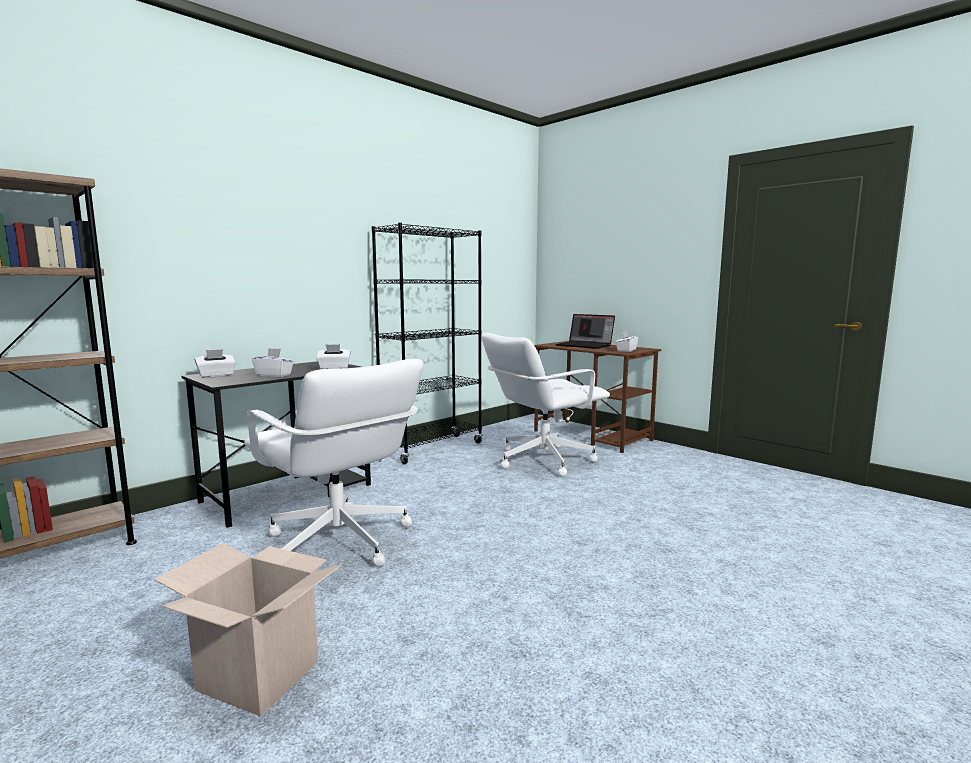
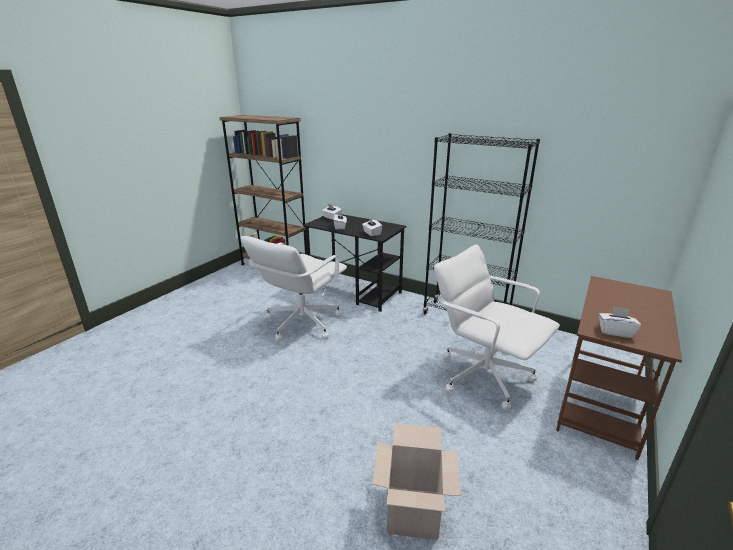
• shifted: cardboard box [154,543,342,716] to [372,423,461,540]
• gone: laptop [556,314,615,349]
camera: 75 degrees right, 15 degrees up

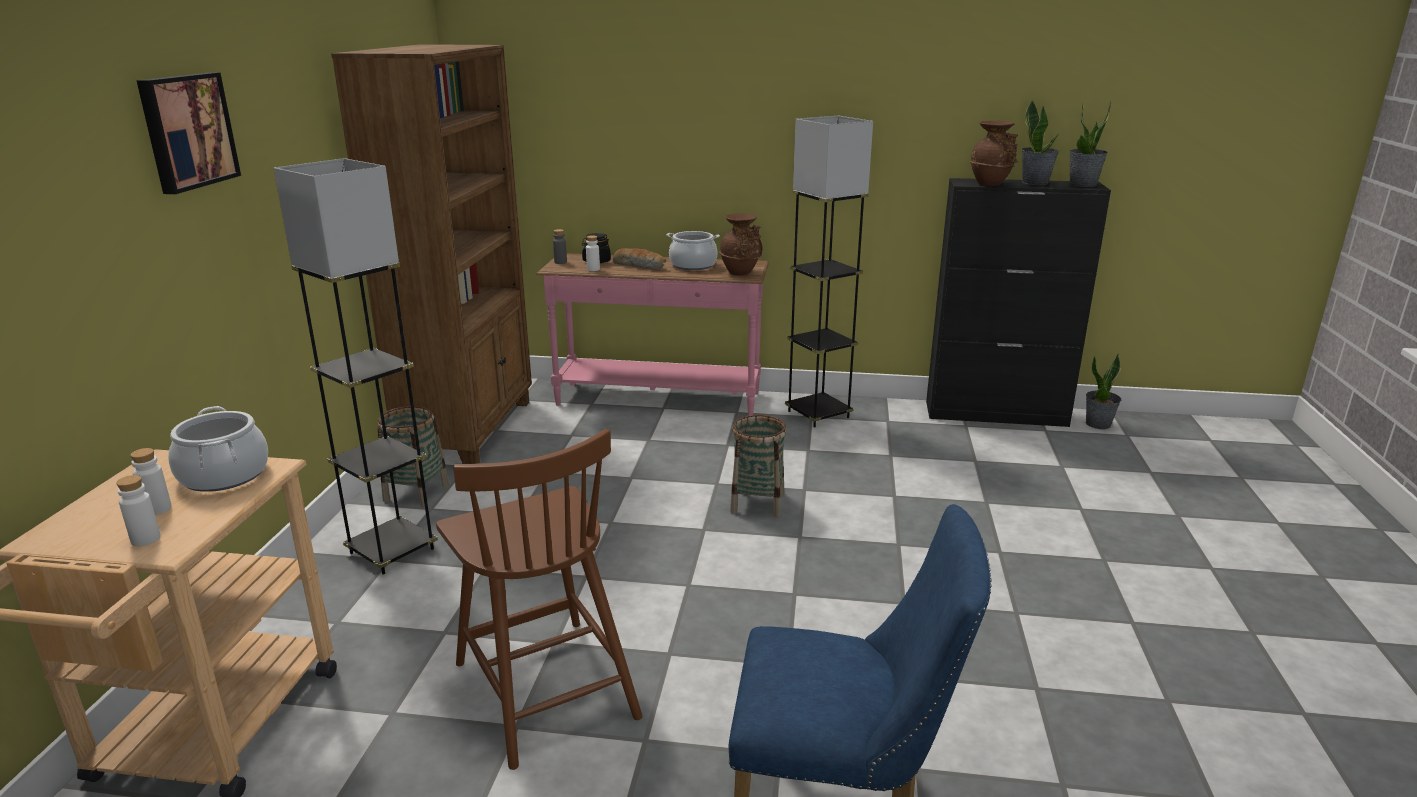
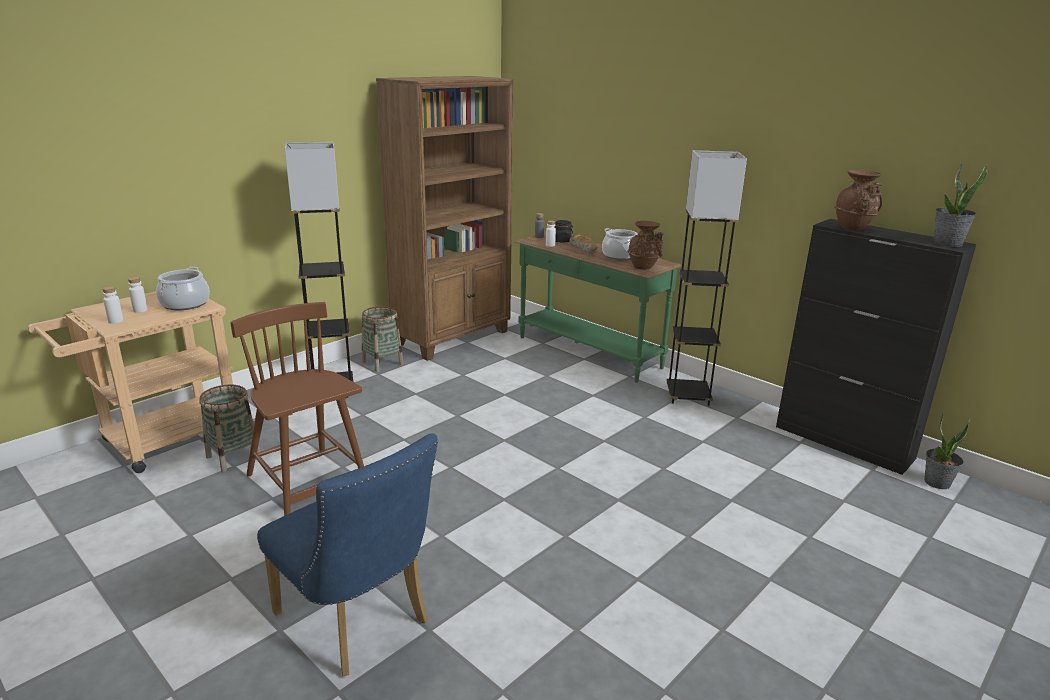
• shifted: household basket [730,414,787,517] to [199,385,261,472]
• rotated: brown-coloured upright chair [436,429,642,770] = [231,302,364,516] 135 degrees clockwise
• repainted: pinkish narrow table [536,253,769,415] to greenish narrow table [514,233,682,383]
• gone: picture [136,72,241,194]
• gone: houseplant [1022,100,1059,185]
camera: 35 degrees right, 0 degrees up

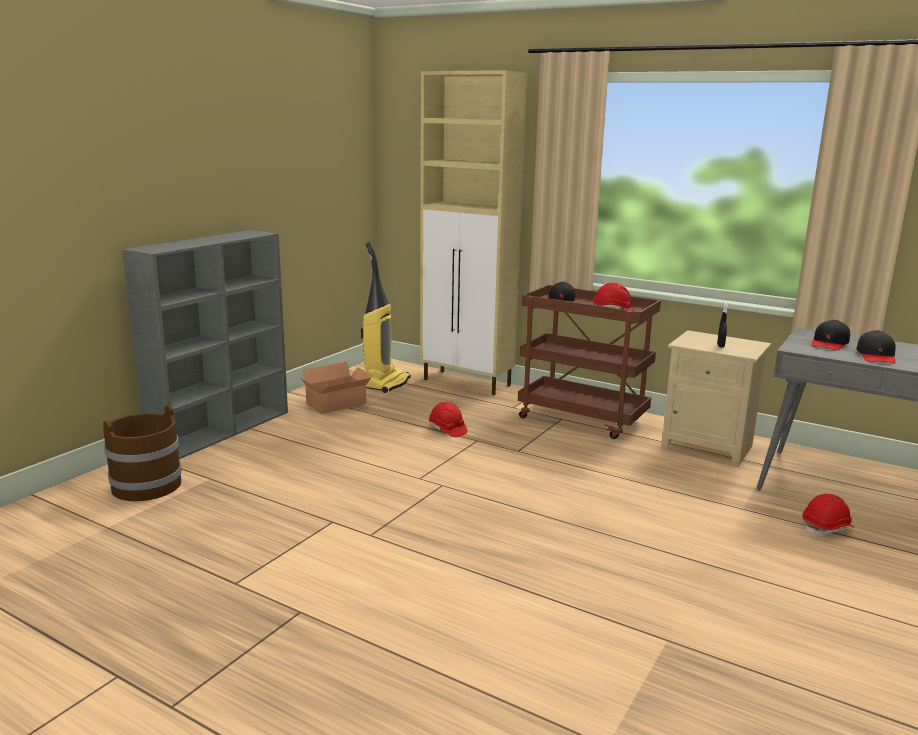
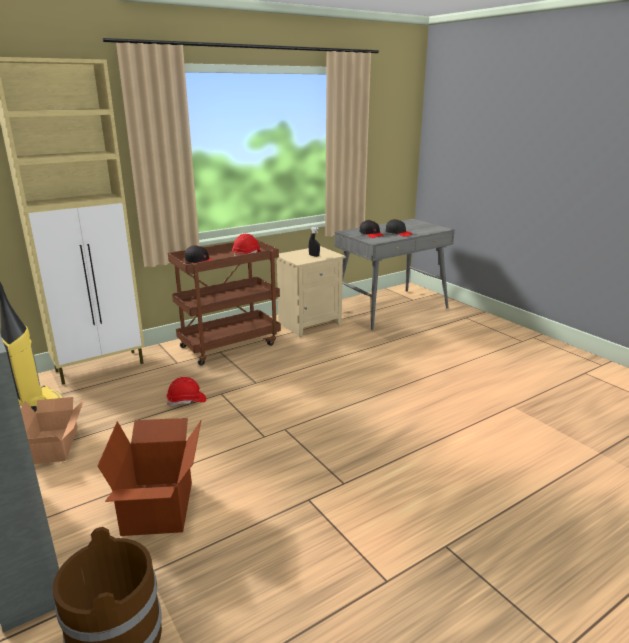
• new: cardboard box [97,418,201,536]
• gone: reddish safety helmet [802,494,853,536]
camera: 65 degrees left, 5 degrees up

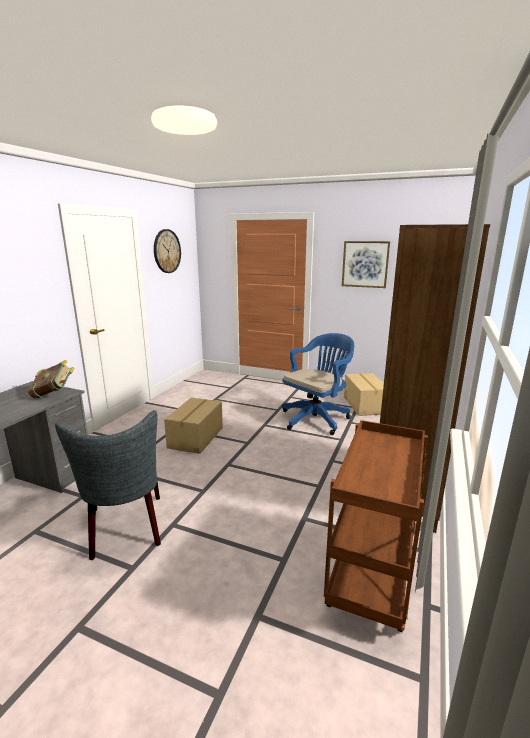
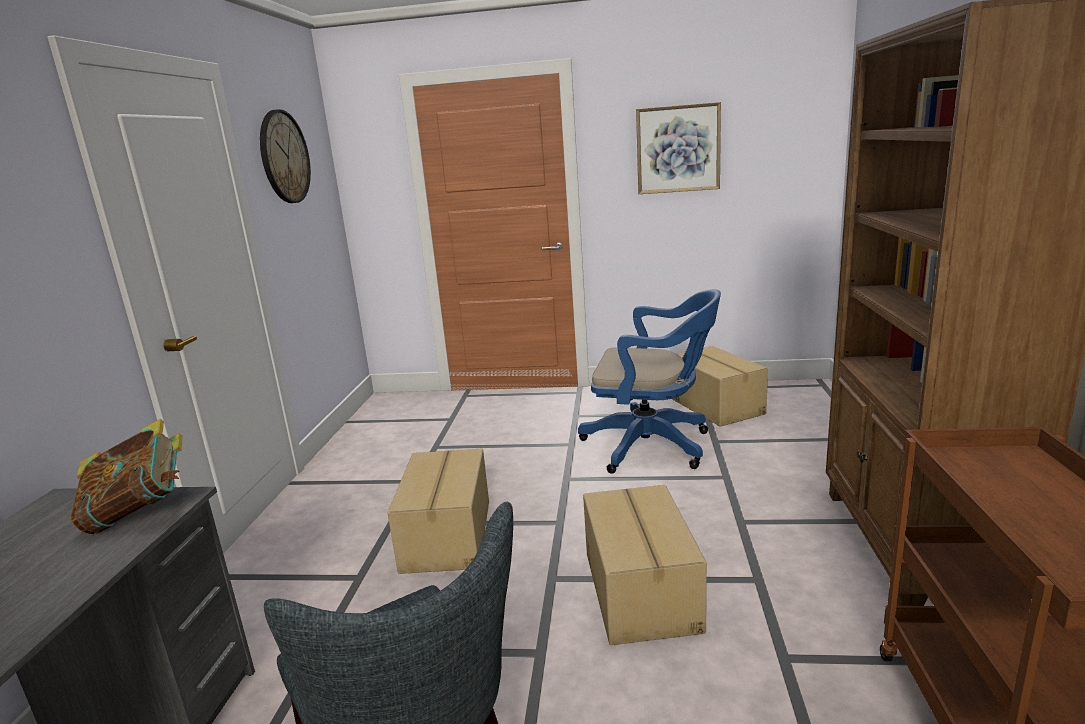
• rotated: blue-coloured desk chair [282,333,354,435] = [578,289,721,474] 75 degrees clockwise
• new: cardboard box [583,485,707,645]
camera: 15 degrees left, 0 degrees up

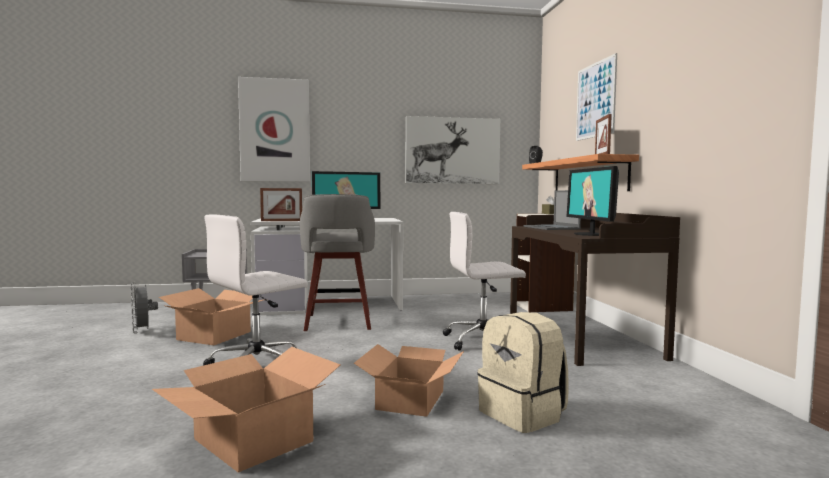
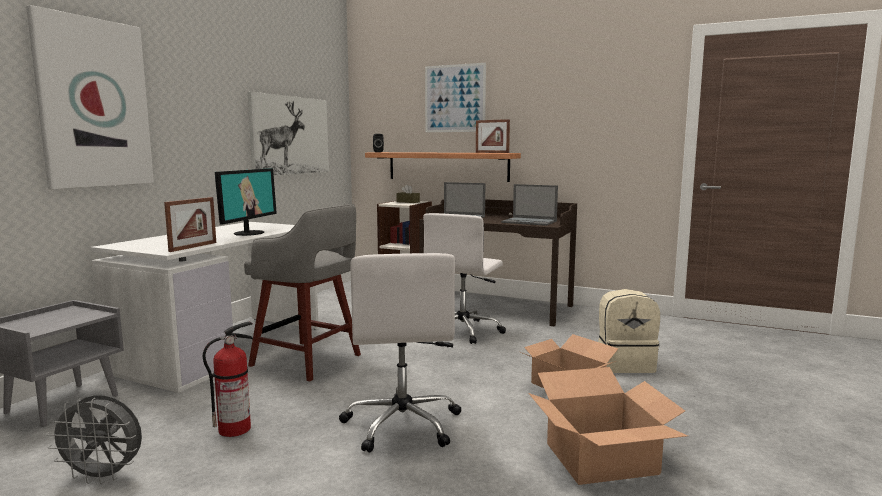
• swapped: cardboard box [159,288,263,345] to fire-fighting cylinder [203,322,253,437]
• swapped: computer display [566,166,619,236] to laptop [501,184,558,226]
camera: 55 degrees left, 5 degrees up

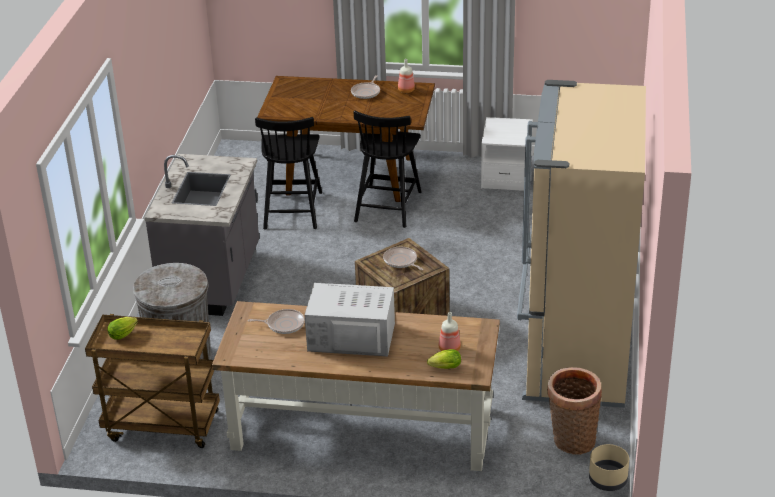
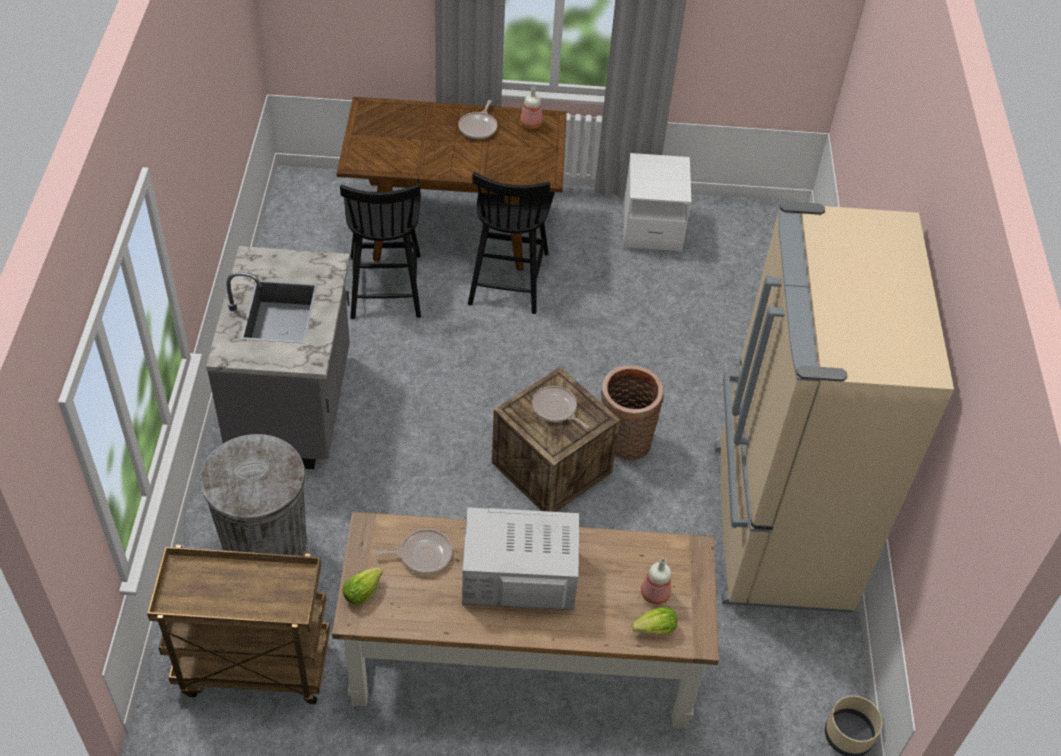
• shifted: lettuce head [108,317,138,340] to [343,567,382,605]
• shifted: household basket [547,367,602,455] to [600,365,664,460]
camera: 10 degrees left, 15 degrees up

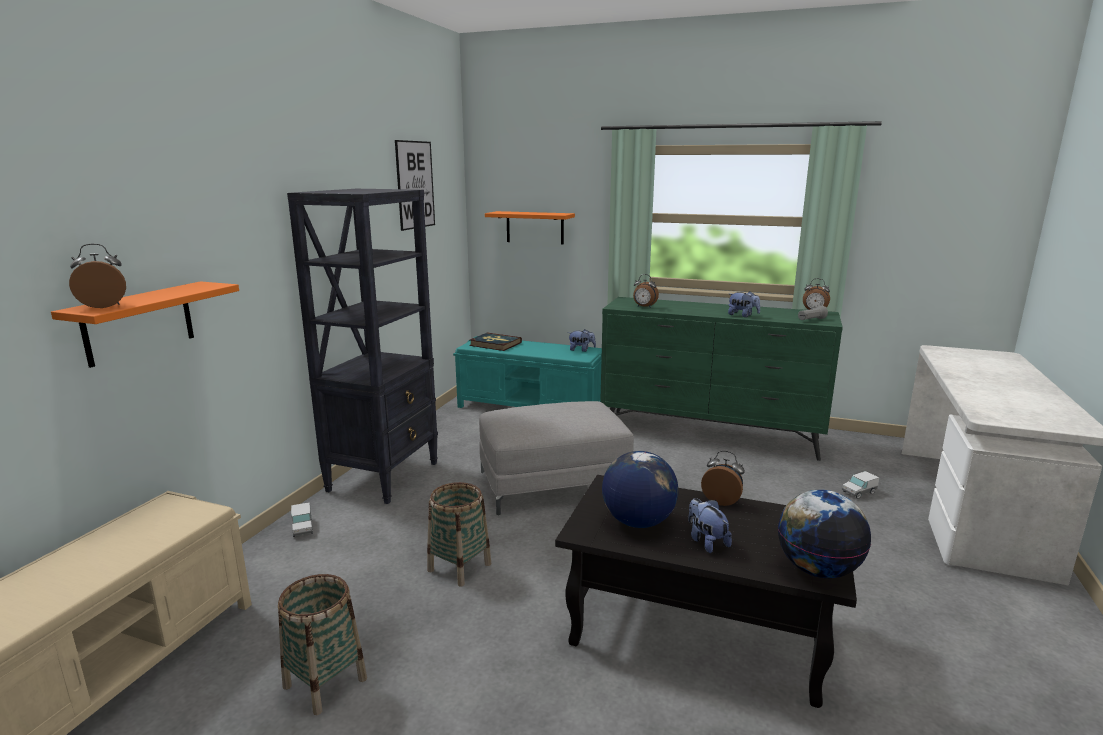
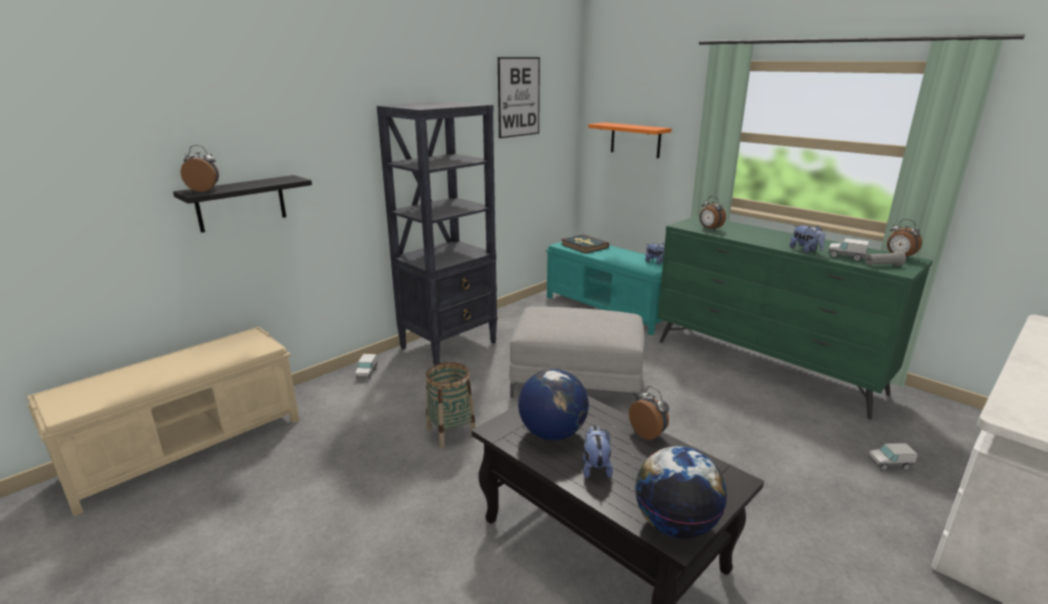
• repainted: orange wall shelf [51,281,239,368] to black-coloured wall shelf [173,175,312,233]
• new: toy truck [828,238,869,261]
• gone: household basket [278,574,367,715]
camera: 25 degrees right, 5 degrees up

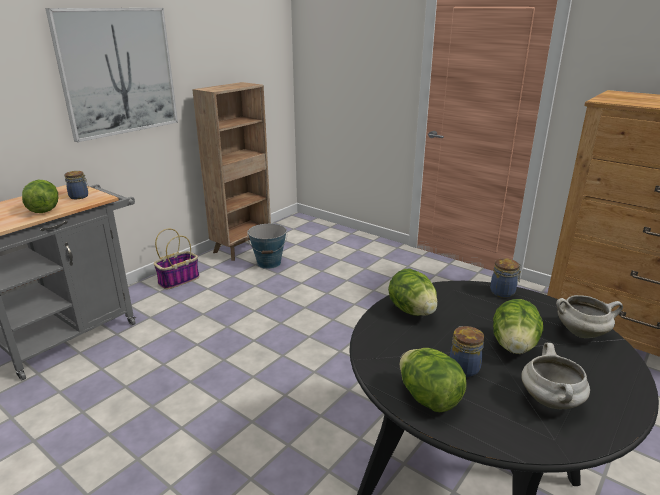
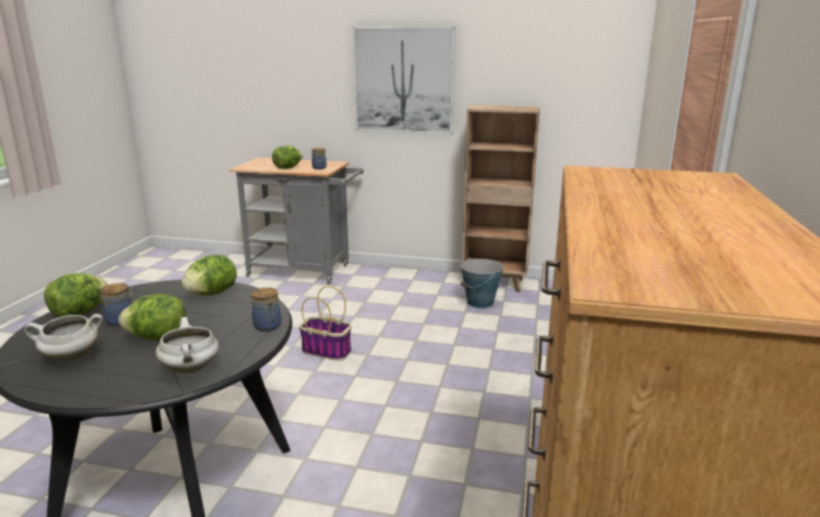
• shifted: household basket [154,229,199,289] to [299,286,352,361]
camera: 65 degrees right, 5 degrees down

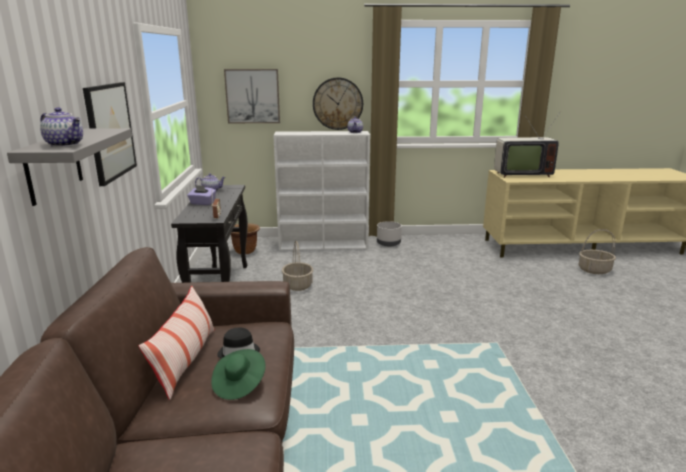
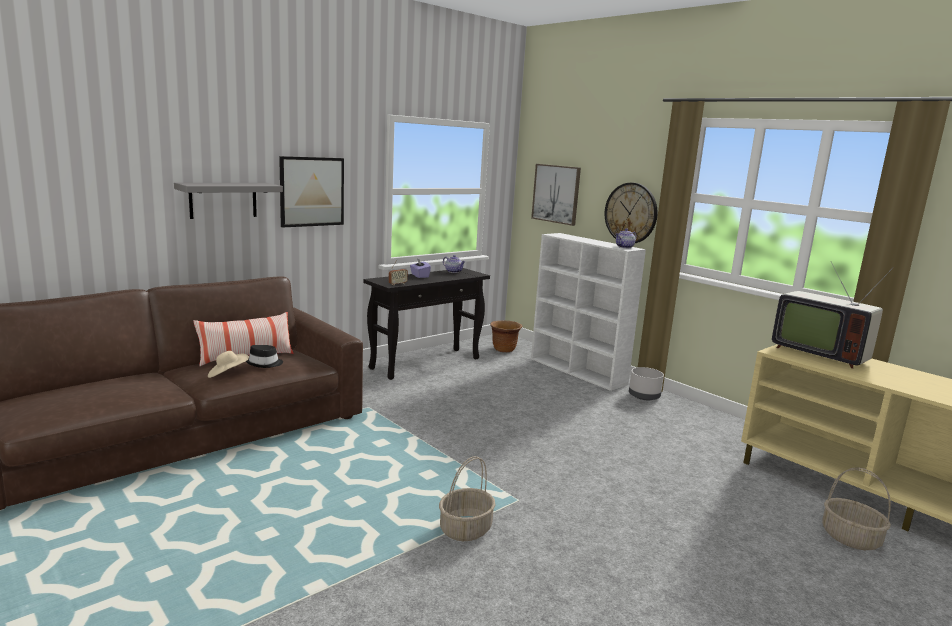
• repainted: greenish hat [211,349,266,400] to sand-coloured hat [208,351,249,378]
• shifted: household basket [282,241,313,291] to [439,456,495,541]
• gone: tea pot [40,107,83,147]
camera: 50 degrees right, 5 degrees down

